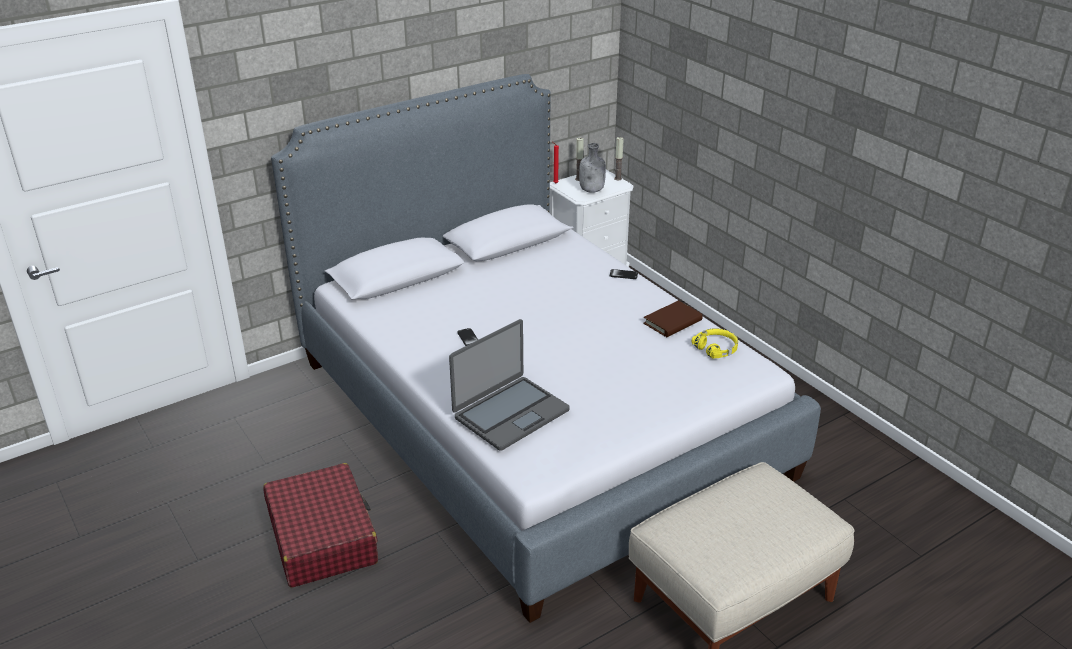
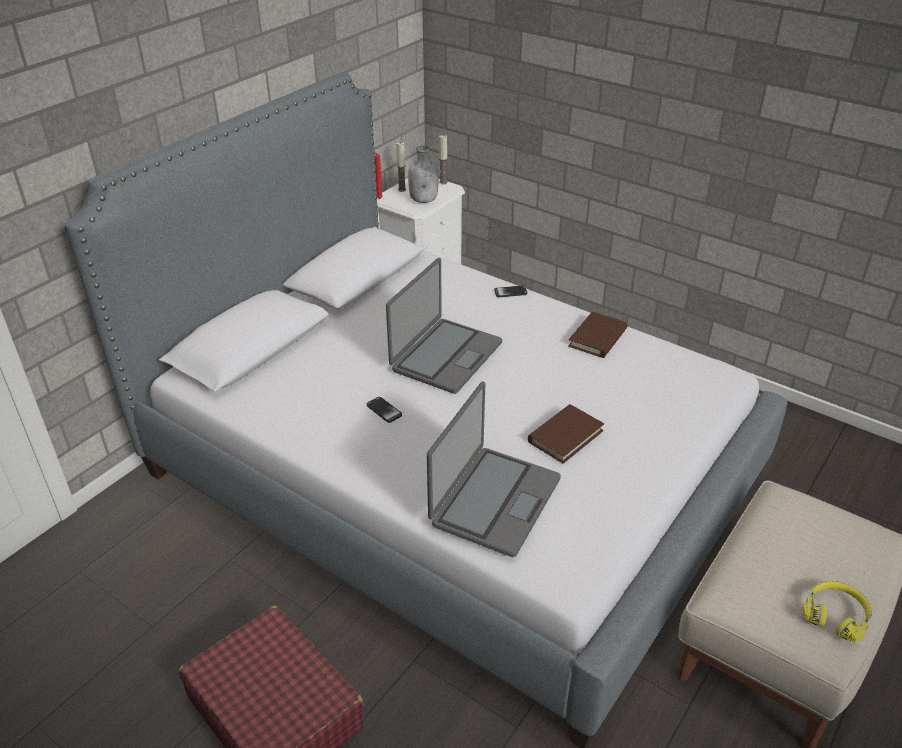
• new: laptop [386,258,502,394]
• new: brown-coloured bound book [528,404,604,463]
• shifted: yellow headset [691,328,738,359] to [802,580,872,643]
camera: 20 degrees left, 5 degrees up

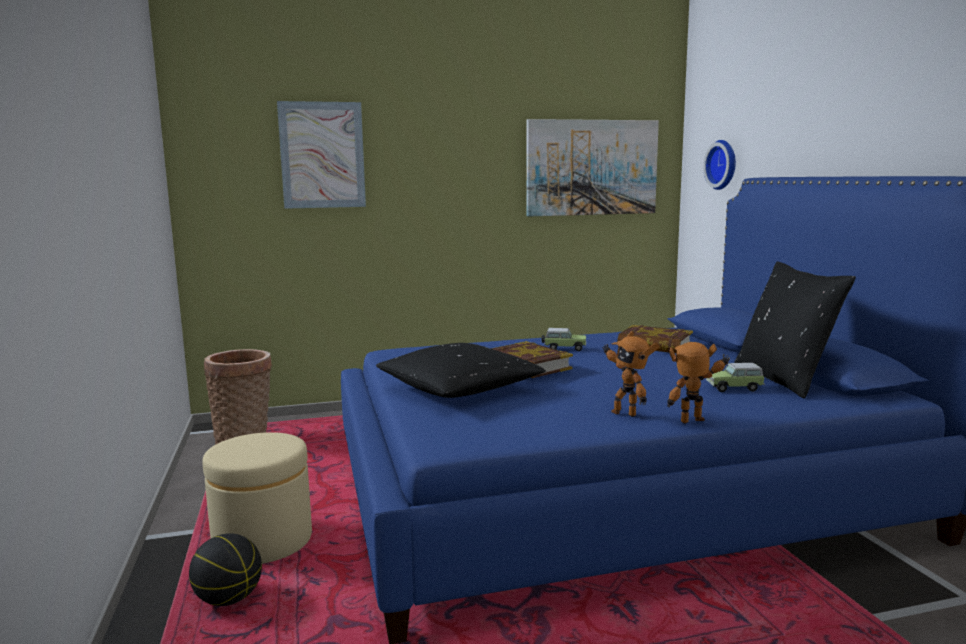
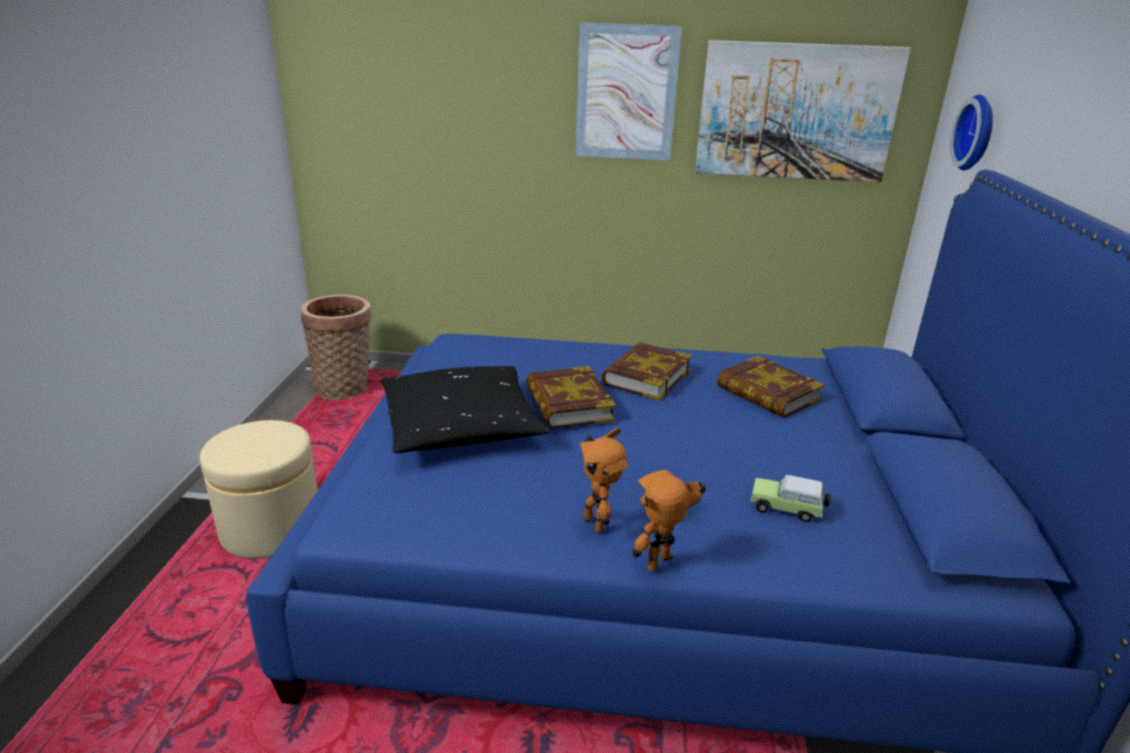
• shifted: picture [277,101,366,209] to [575,22,682,160]
• swapped: model car [541,328,586,351] to bound book [601,342,692,401]
• rotated: model robot [667,342,730,424] = [632,470,706,572] 45 degrees counterclockwise
• gone: basketball [189,533,262,606]
• gone: black-coloured pillow [734,261,856,398]
camera: 20 degrees right, 15 degrees up

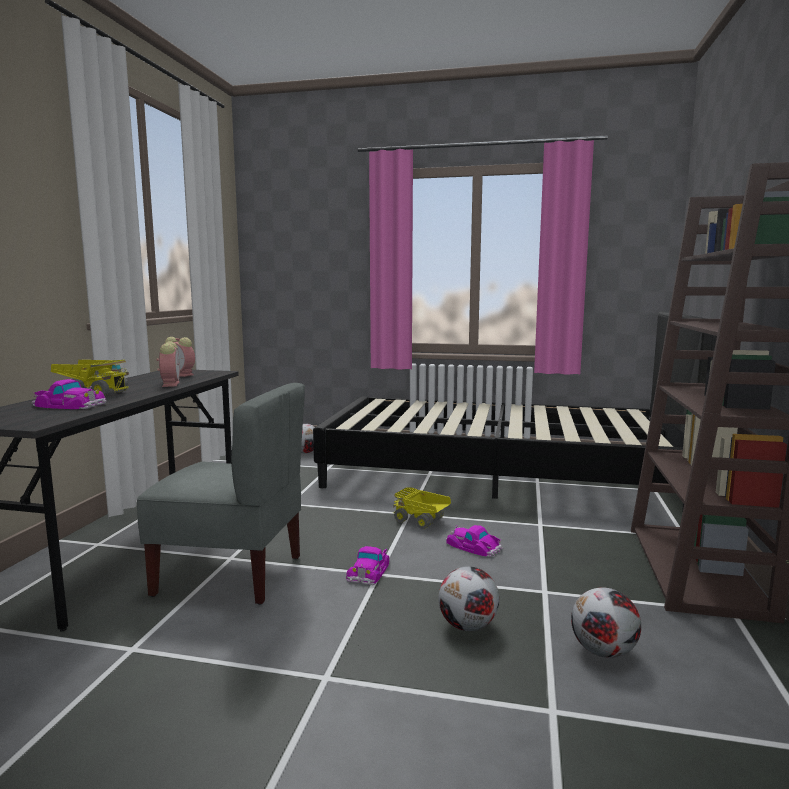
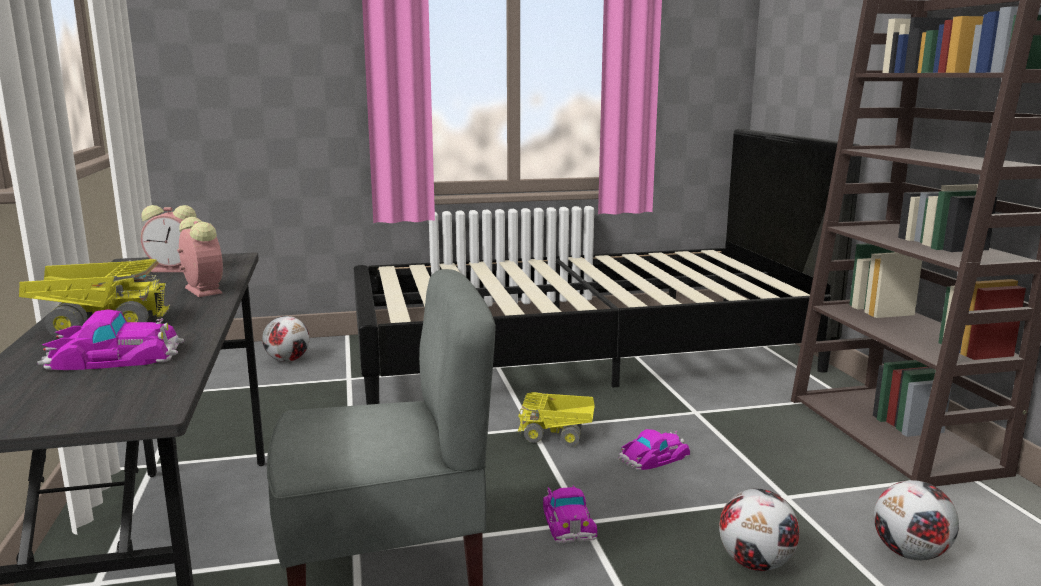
• rotated: model car [446,525,503,557] = [618,429,690,470] 135 degrees clockwise
camera: 25 degrees left, 5 degrees up

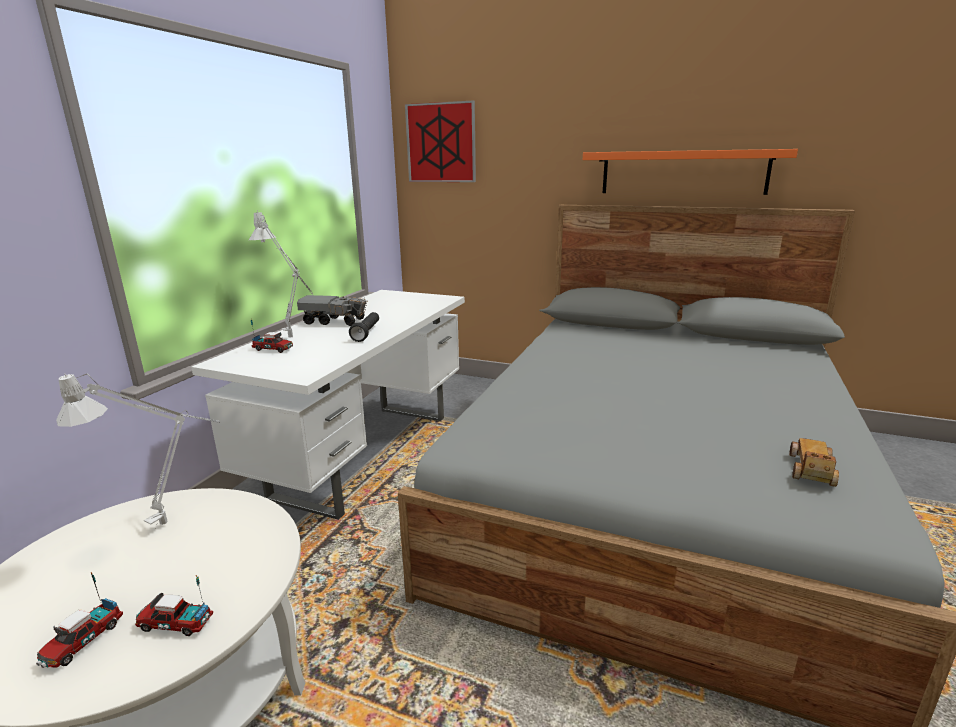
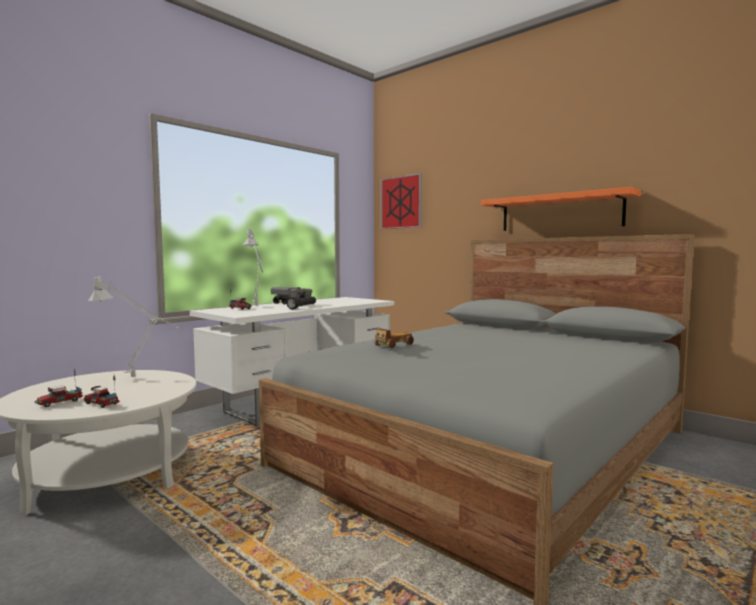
• shifted: model car [789,438,839,487] to [374,329,414,348]
camera: 20 degrees right, 15 degrees down

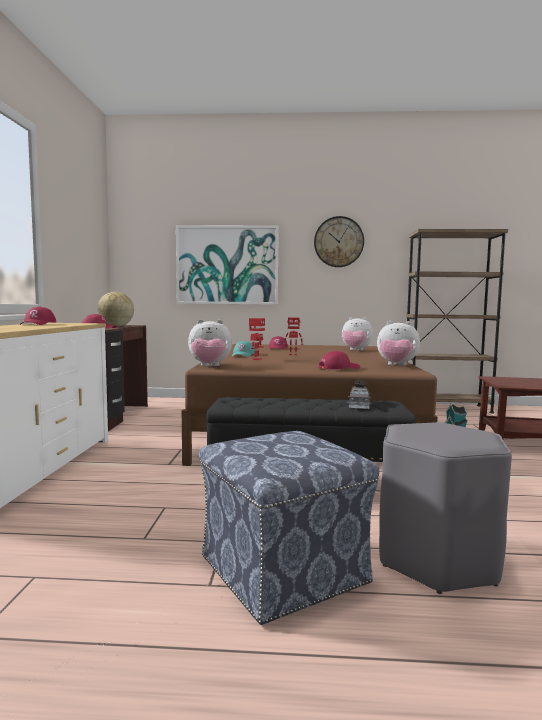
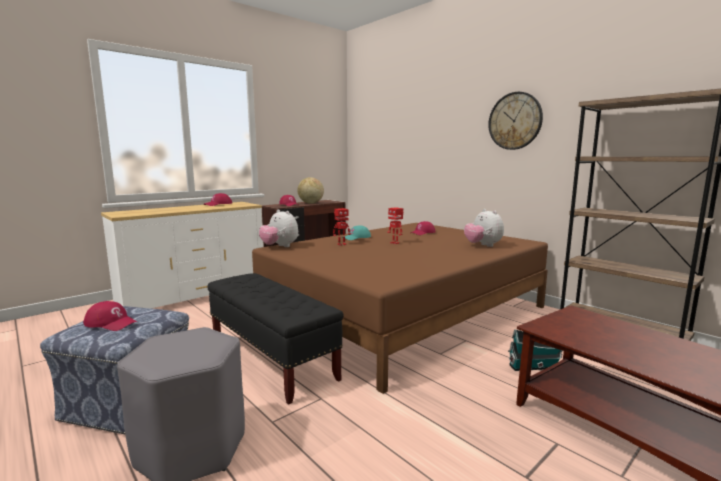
• shifted: reddish cap [319,351,360,369] to [83,301,138,331]
• gone: picture [176,225,279,305]
• gone: gray model car [347,380,372,409]
• gone: cuddly toy [377,321,420,366]
camera: 45 degrees right, 5 degrees up

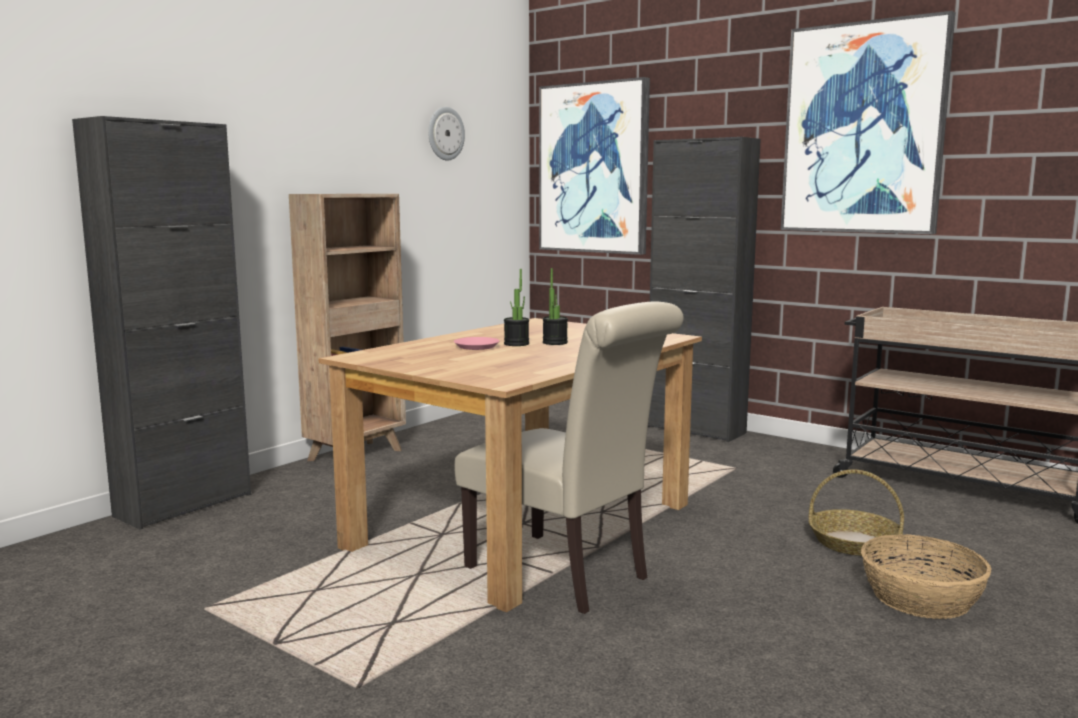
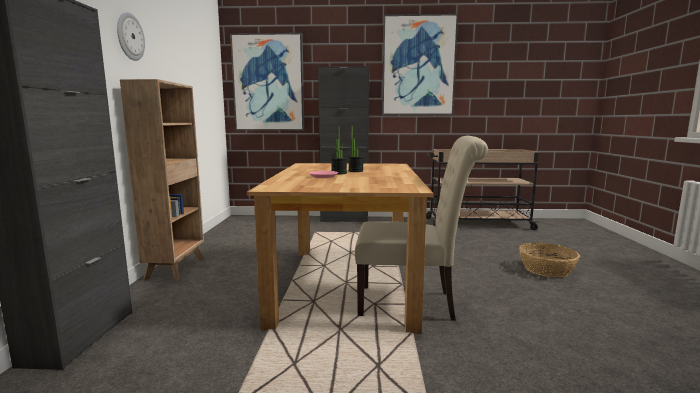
• shifted: wall clock [428,107,465,161] to [117,12,145,61]
• gone: household basket [809,469,904,556]
camera: 35 degrees left, 0 degrees up

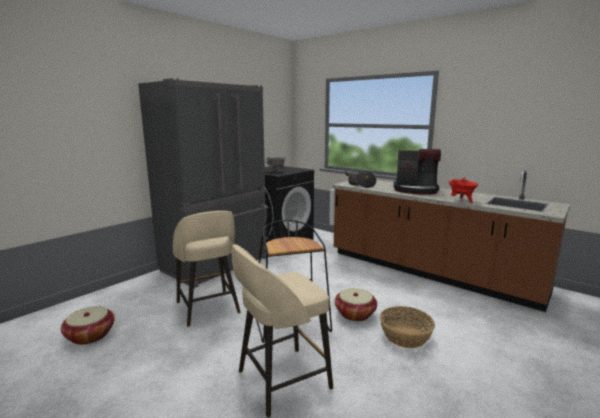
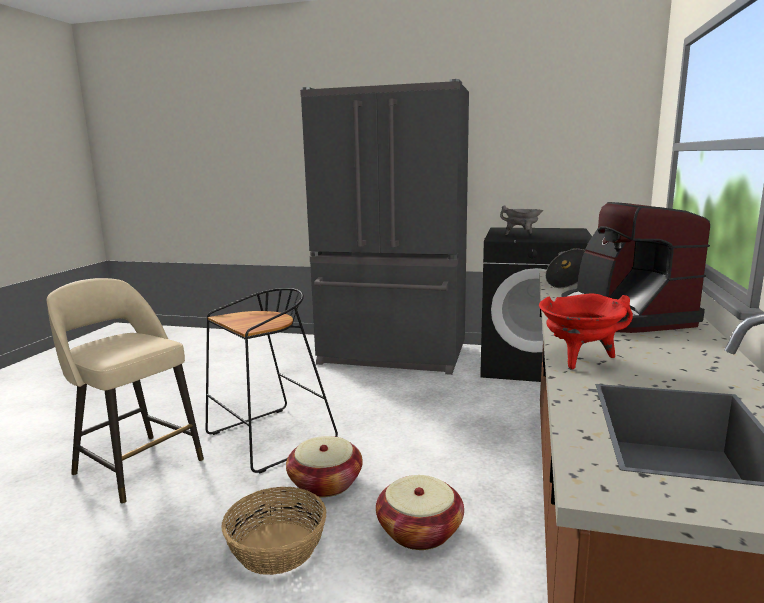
• shifted: household basket [61,306,115,345] to [376,475,464,550]
• gone: sand-coloured stool [173,211,241,327]
camera: 65 degrees right, 0 degrees up

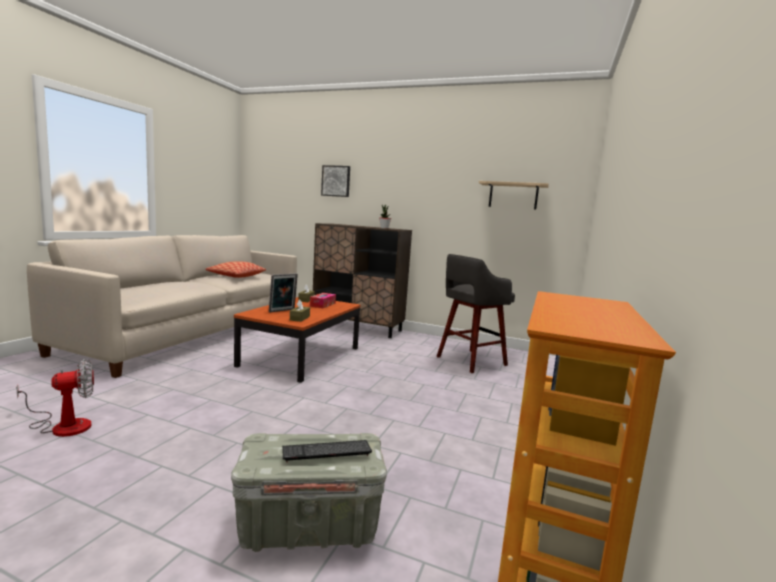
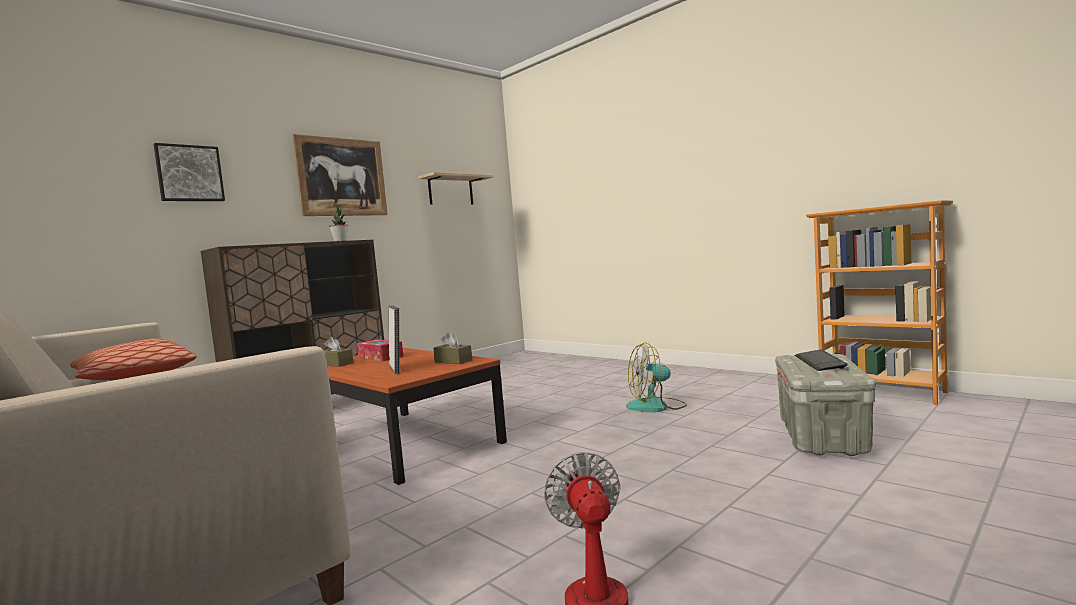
• new: picture [292,134,388,216]
• new: cooling fan [626,343,687,412]
• gone: gray stool [437,254,515,373]
camera: 65 degrees left, 5 degrees down

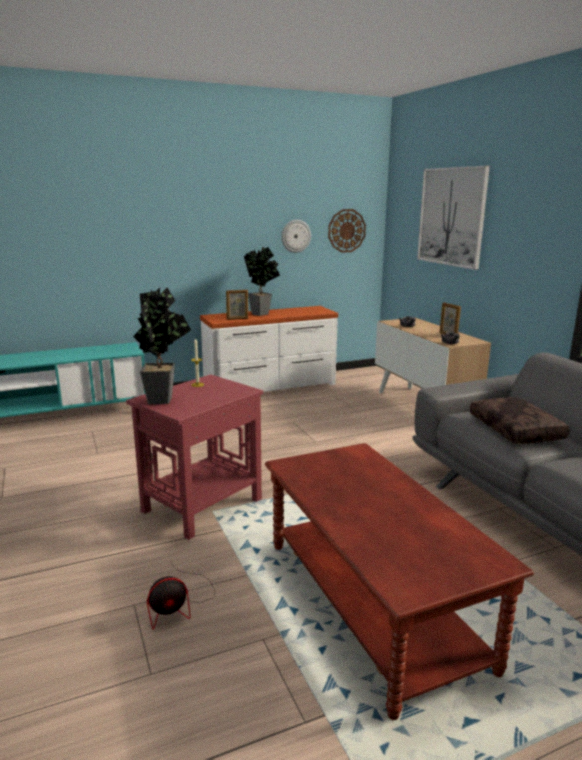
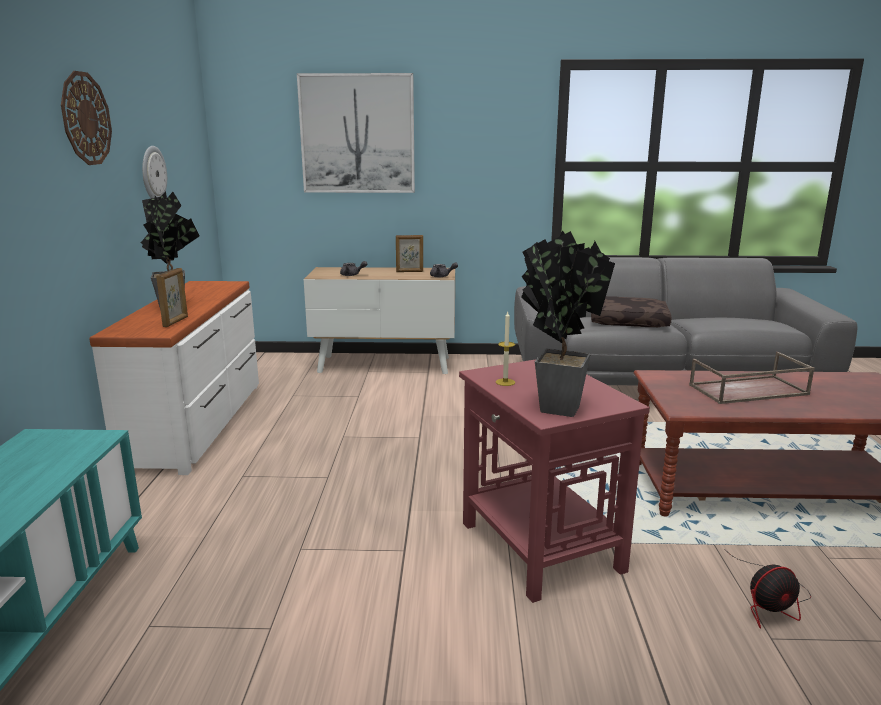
• shifted: wall clock [328,209,366,253] to [61,71,112,165]
• new: brown-coloured carrying tray [689,352,815,404]
• rotated: cooling fan [147,562,215,630] = [724,549,811,629] 75 degrees clockwise
camera: 65 degrees left, 0 degrees up

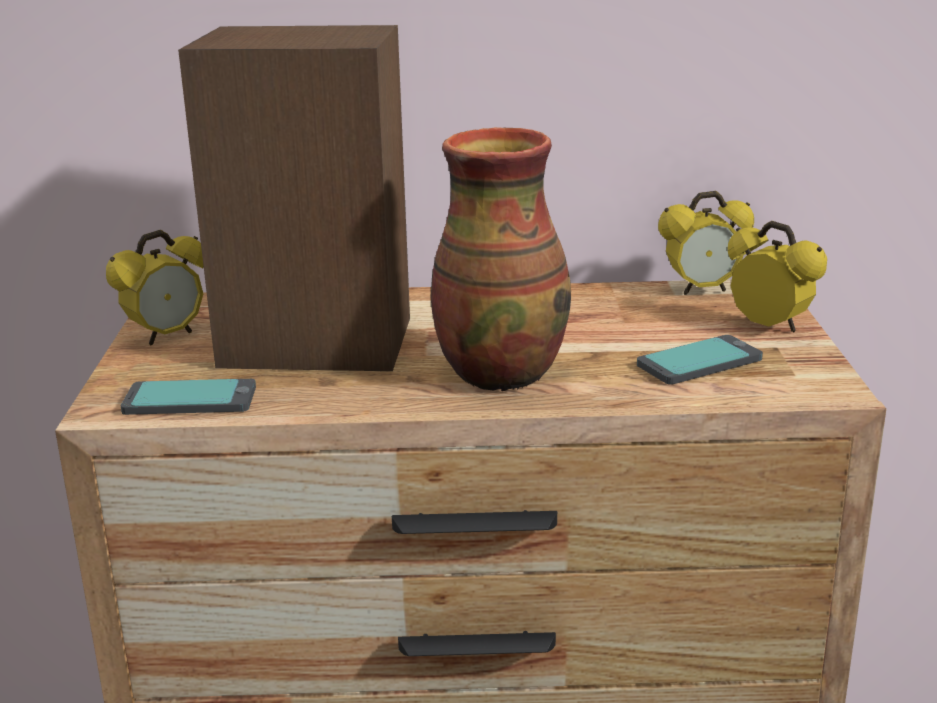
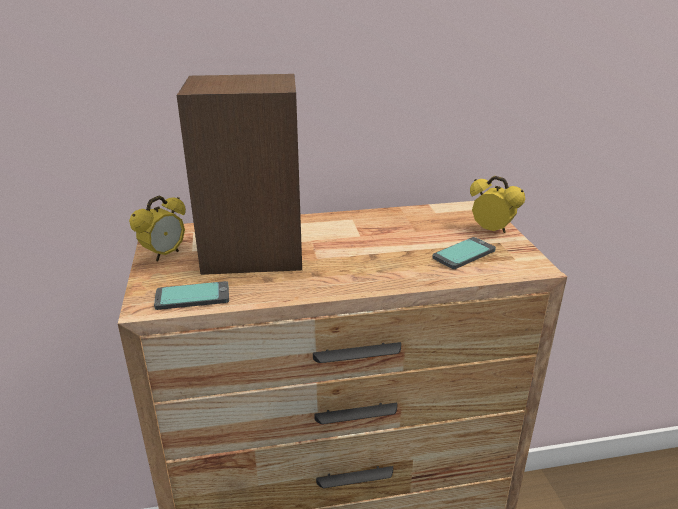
• gone: decorative vase [431,127,571,391]
• gone: table clock [658,191,754,295]
camera: 10 degrees left, 5 degrees up

